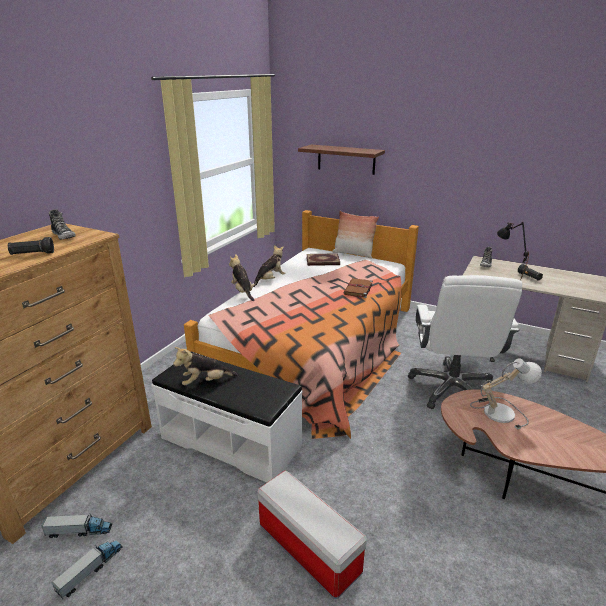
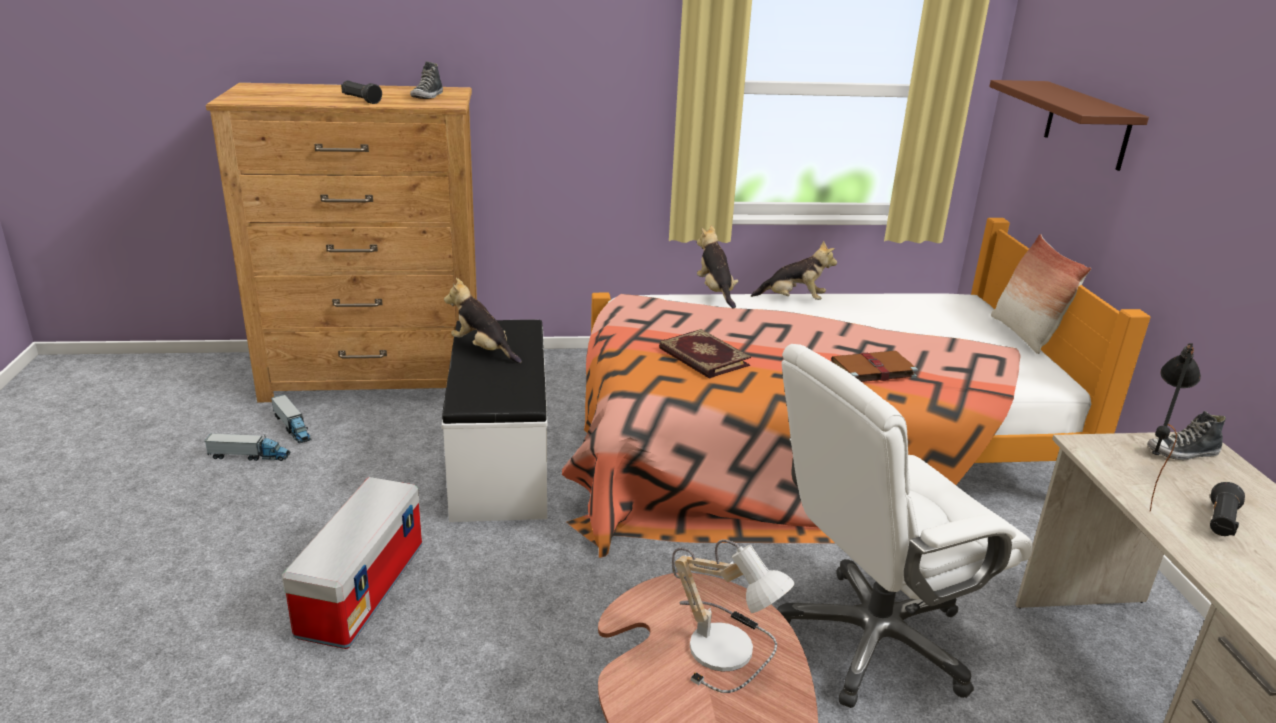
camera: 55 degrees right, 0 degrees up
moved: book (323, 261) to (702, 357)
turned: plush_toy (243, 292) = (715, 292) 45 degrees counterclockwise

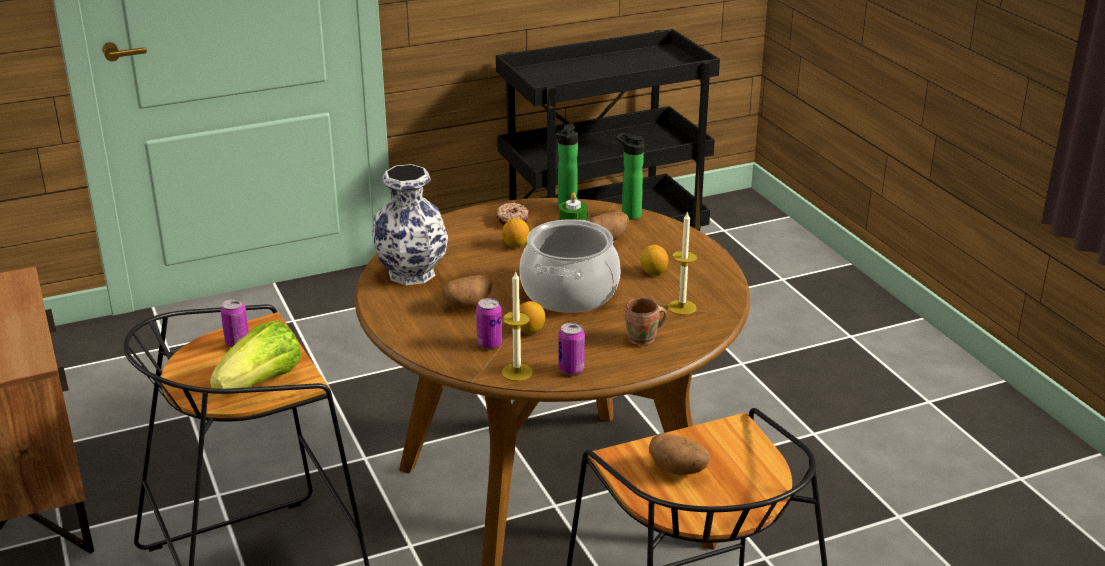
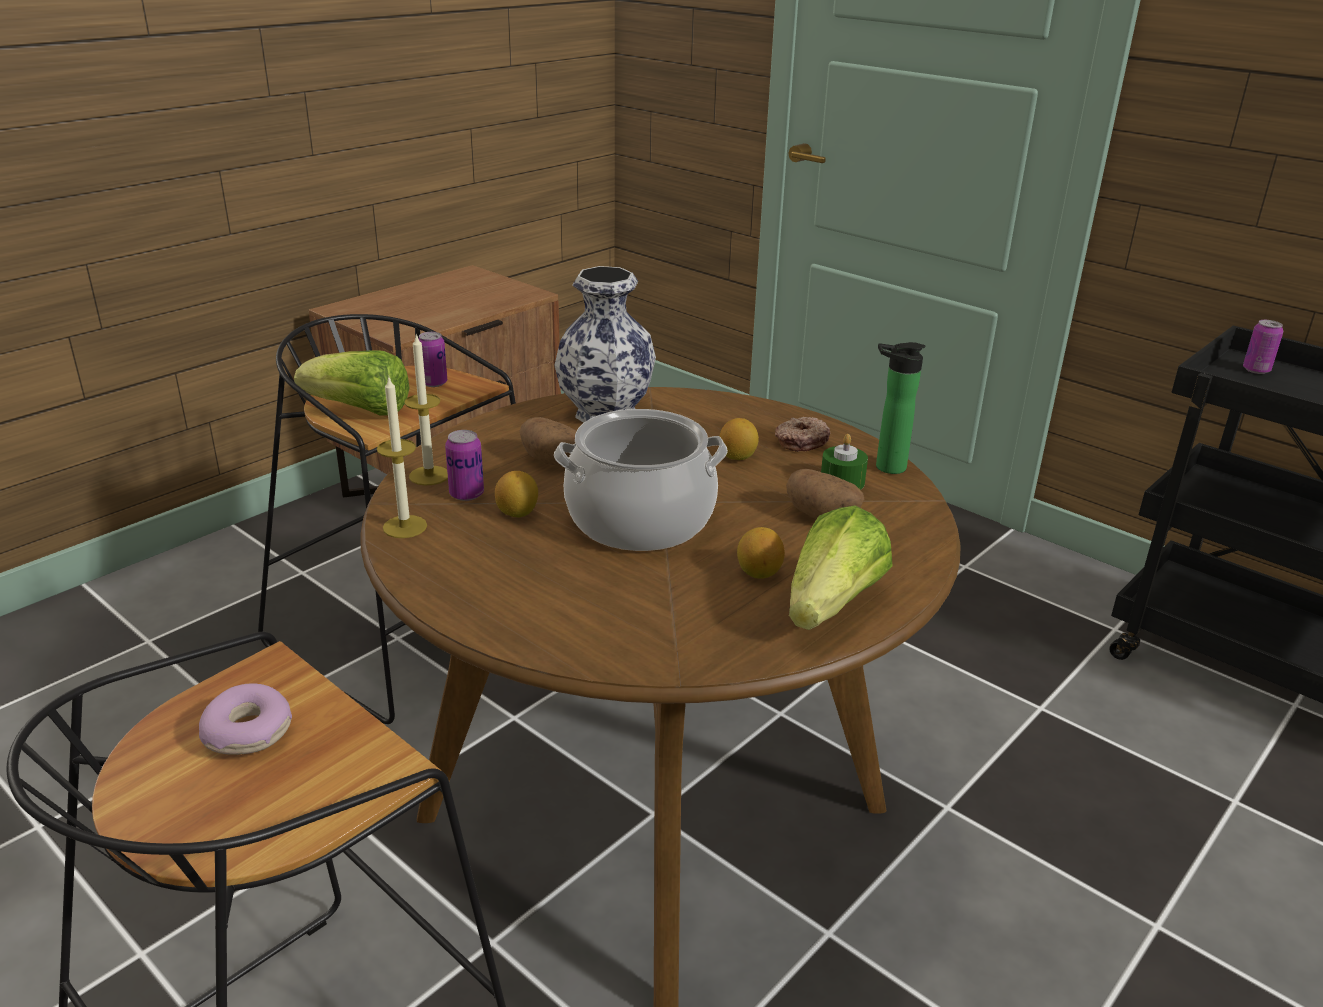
camera: 65 degrees right, 0 degrees up
removed: bottle (628, 214); brown_mug (643, 340)
added: lettuce (832, 605)
moved: can (571, 369) to (1256, 370); candle (682, 307) to (429, 475)
replaced: potato (678, 470) to donut (249, 732)

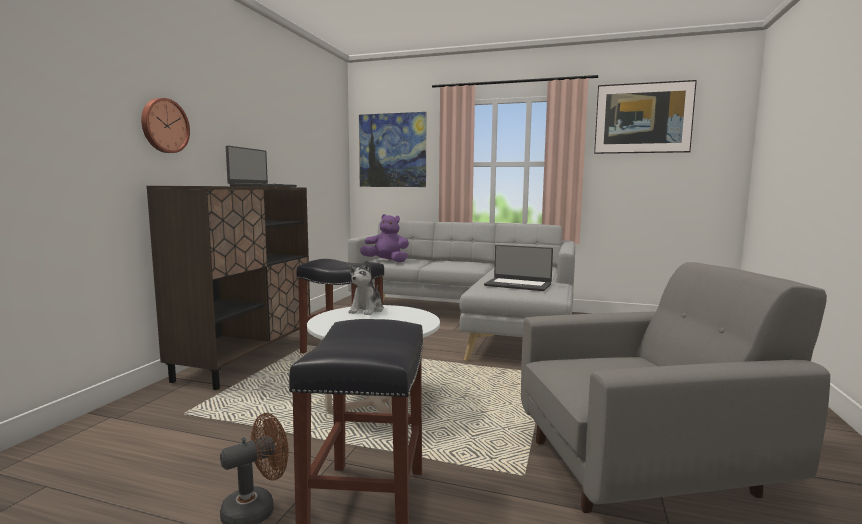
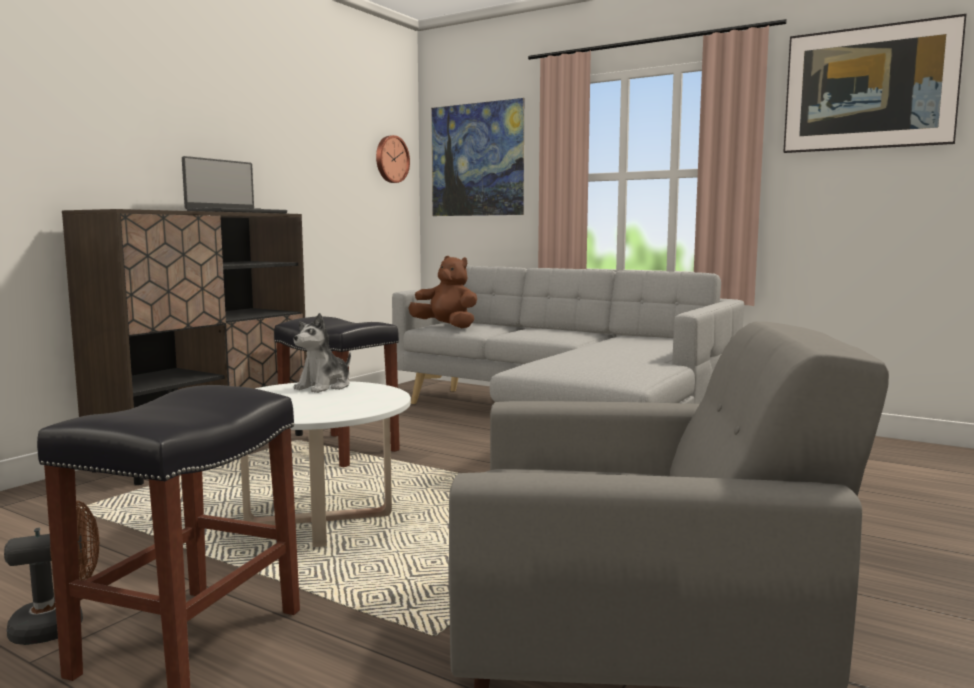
camera: 15 degrees right, 0 degrees up
removed: laptop (518, 285)
moved: wall_clock (164, 126) to (391, 159)
recoloured: purple_plush_toy (386, 261) to brown_plush_toy (446, 327)

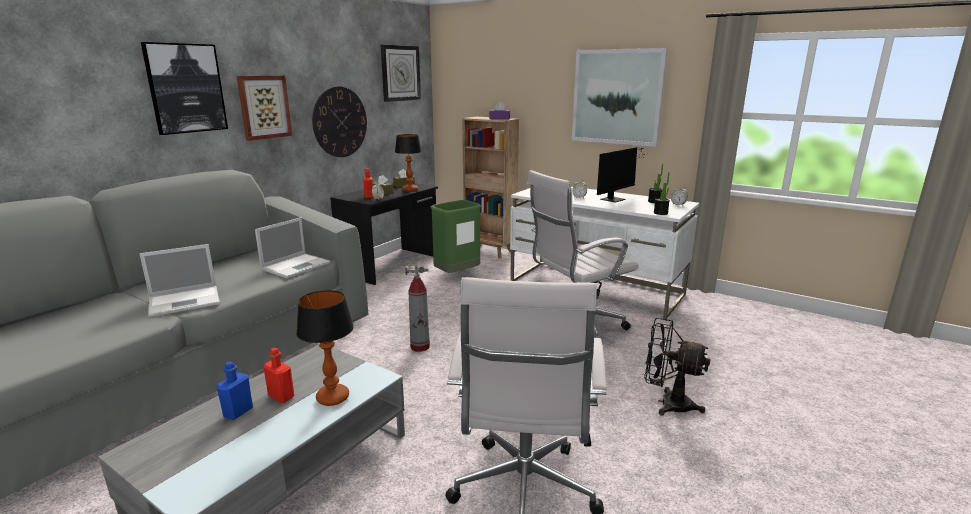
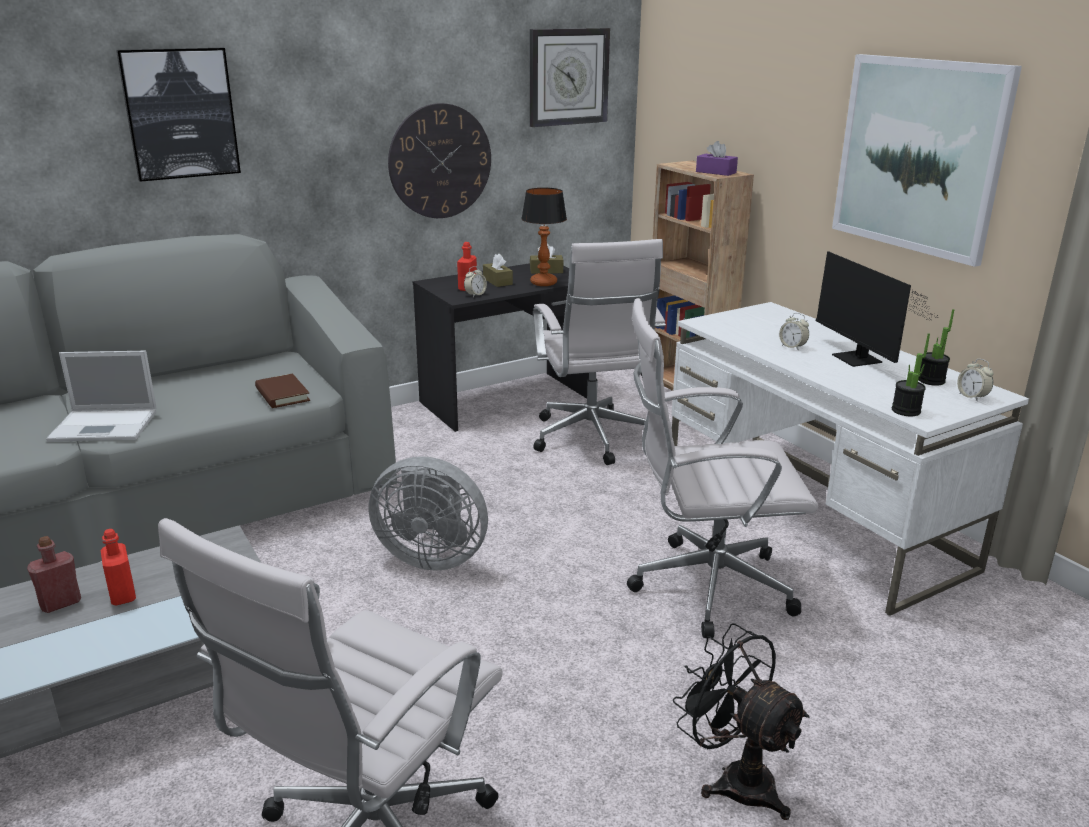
camera: 25 degrees right, 5 degrees up
removed: picture (264, 107); table_lamp (333, 398)
replaced: laptop (297, 265) to brown_book (282, 394); fire_extinguisher (420, 347) to grey_fan (432, 556); green_trash_can (457, 275) to white_office_chair (592, 440)
recoloured: blue_bottle (238, 412) to red_bottle (60, 603)
turned: monitor (615, 199) = (859, 361) 90 degrees clockwise

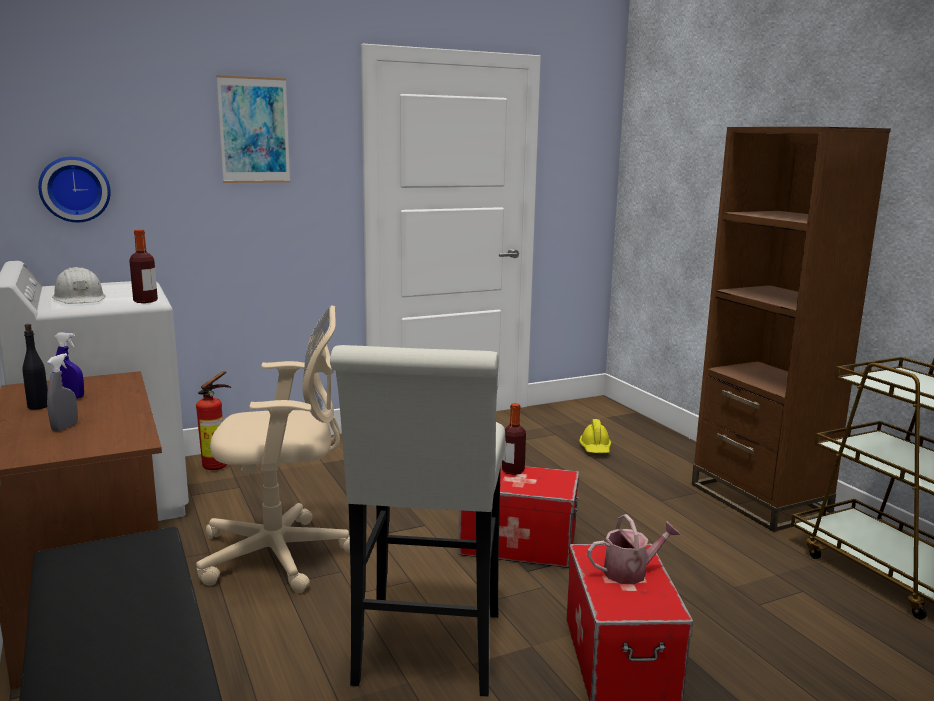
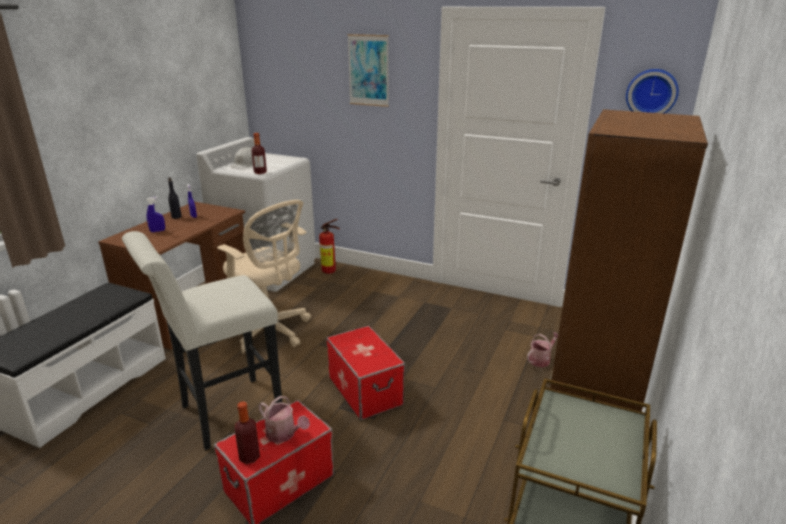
camera: 50 degrees right, 10 degrees up
moved: wall_clock (75, 189) to (651, 93); bottle (513, 471) to (249, 457)
replaced: yellow_hard_hat (595, 448) to watering_can (541, 359)
recoloured: grey_spray_bottle (65, 427) to blue_spray_bottle (157, 231)

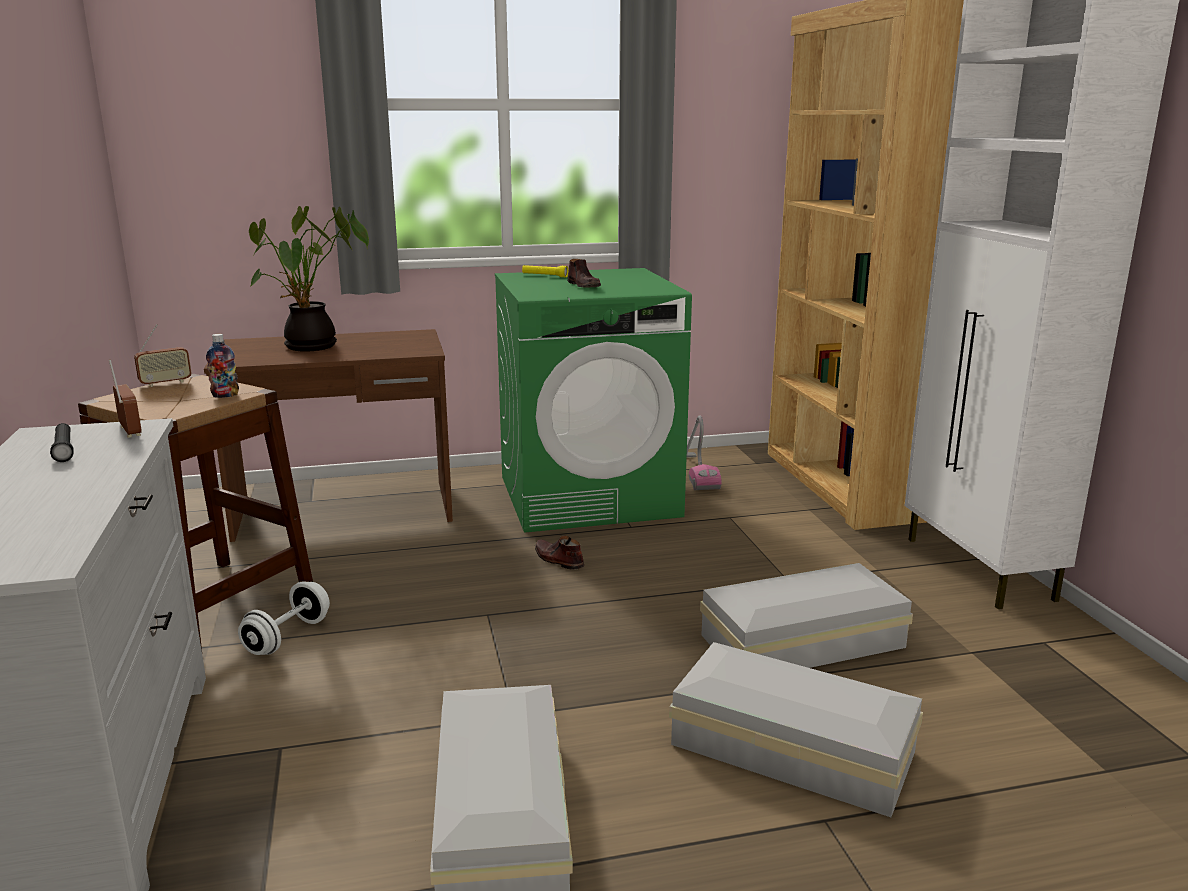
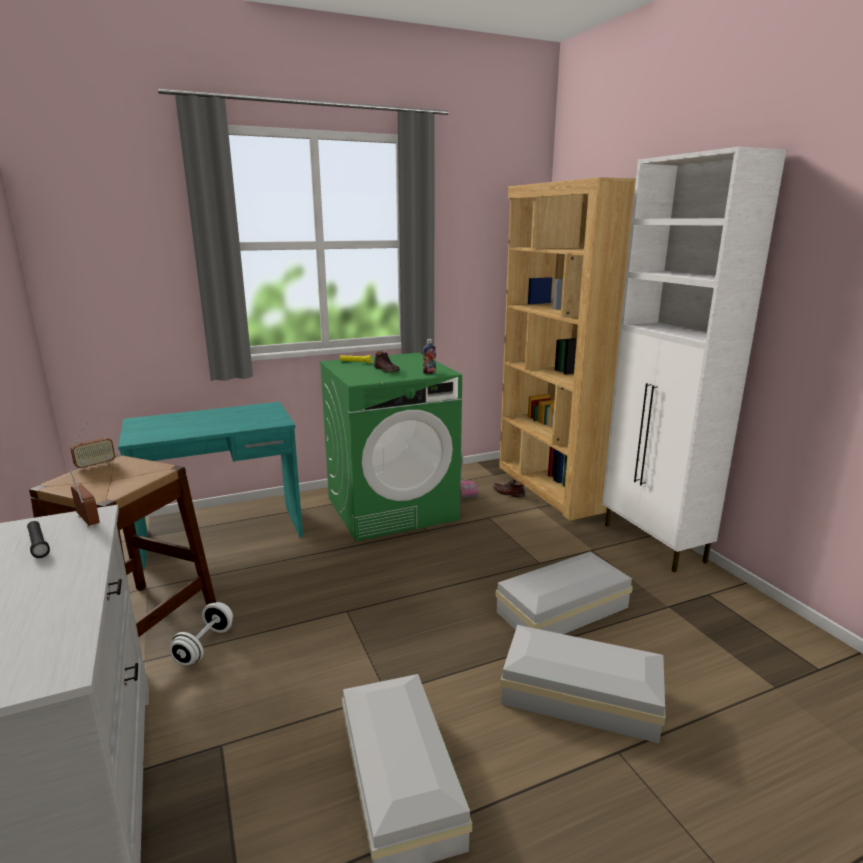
camera: 10 degrees left, 0 degrees up
removed: potted_plant (312, 347)
moved: bottle (225, 395) to (429, 373); brown_shoe (558, 560) to (508, 493)
recoloured: brown_desk (345, 510) to turquoise_desk (223, 534)

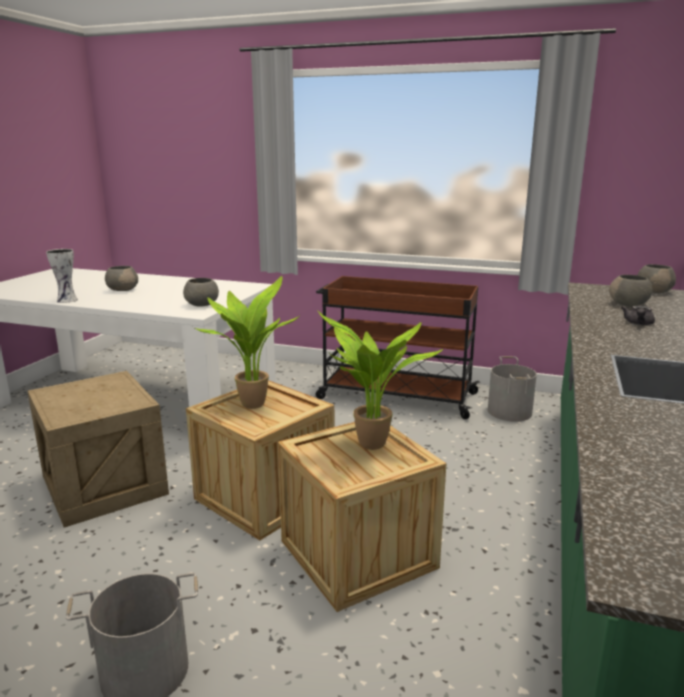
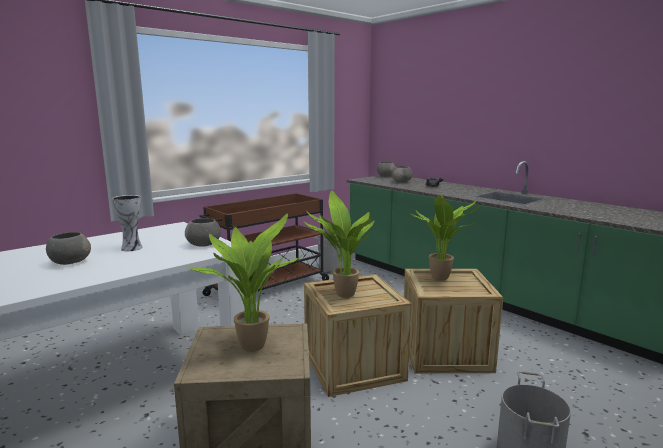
camera: 60 degrees left, 5 degrees down
added: potted_plant (251, 345)
moved: vase (68, 300) to (132, 248)

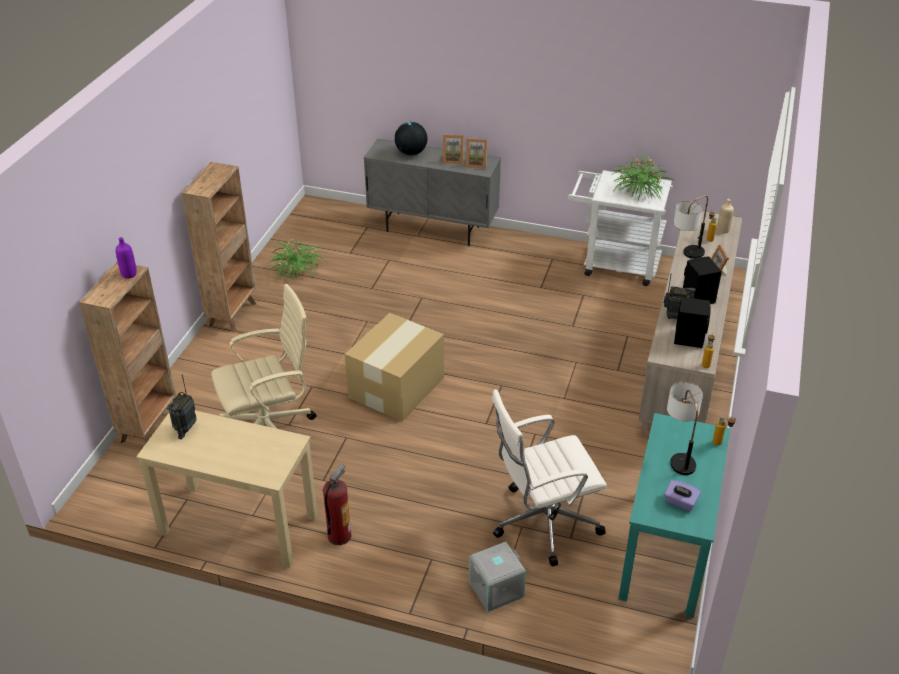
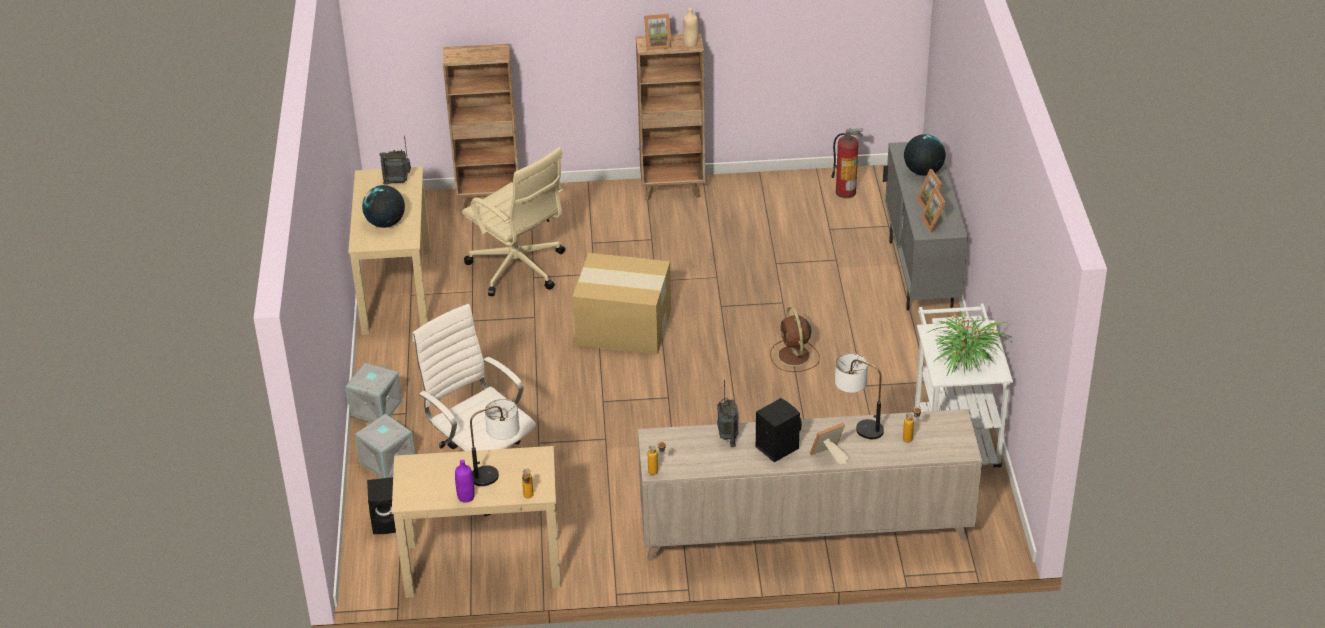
camera: 70 degrees right, 0 degrees up
removed: potted_plant (296, 271); purple_tissue_box (680, 502)
added: grey_storage_box (375, 407); globe (385, 223); picture_frame (657, 44); brown_fan (794, 356)
moved: purple_bottle (129, 274) to (466, 497); fire_extinguisher (339, 535) to (846, 192); black_speaker (689, 337) to (388, 522); beige_bottle (722, 230) to (690, 43)
recoloured: turquoise_desk (666, 551) to beige_desk (482, 565)

